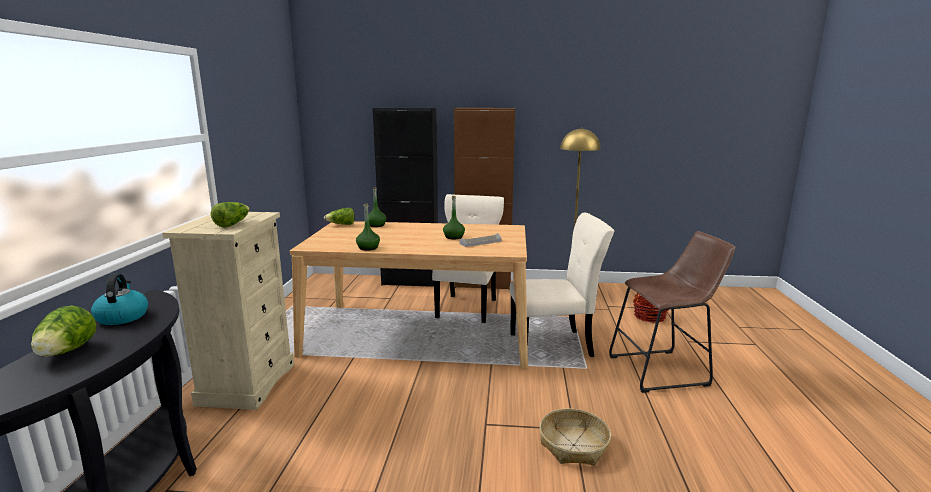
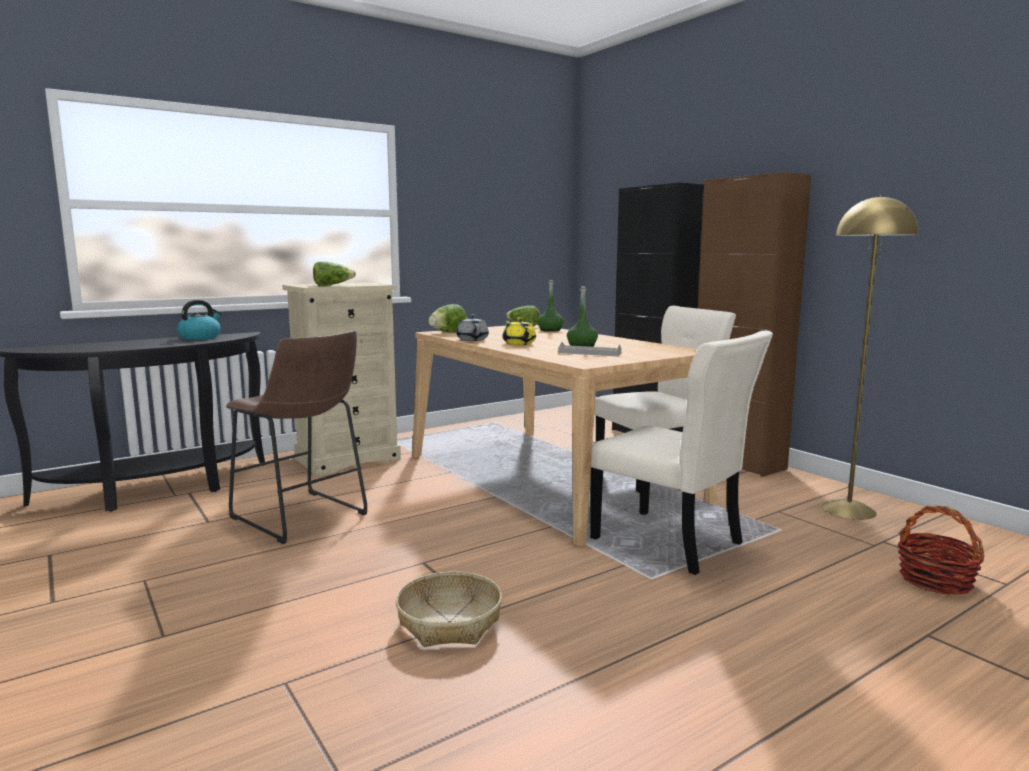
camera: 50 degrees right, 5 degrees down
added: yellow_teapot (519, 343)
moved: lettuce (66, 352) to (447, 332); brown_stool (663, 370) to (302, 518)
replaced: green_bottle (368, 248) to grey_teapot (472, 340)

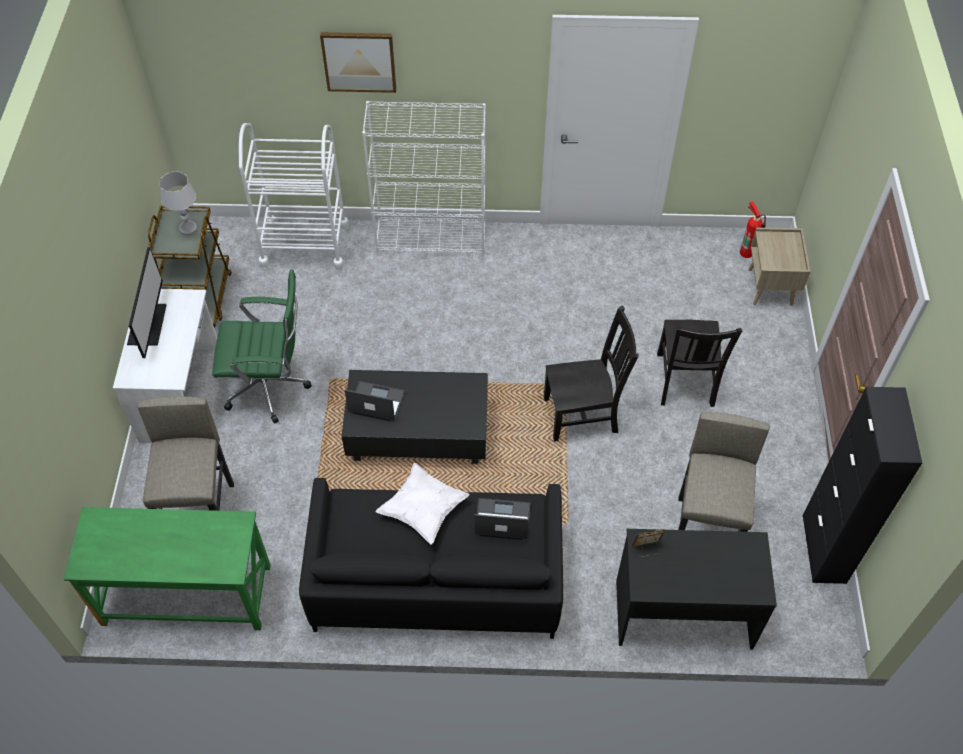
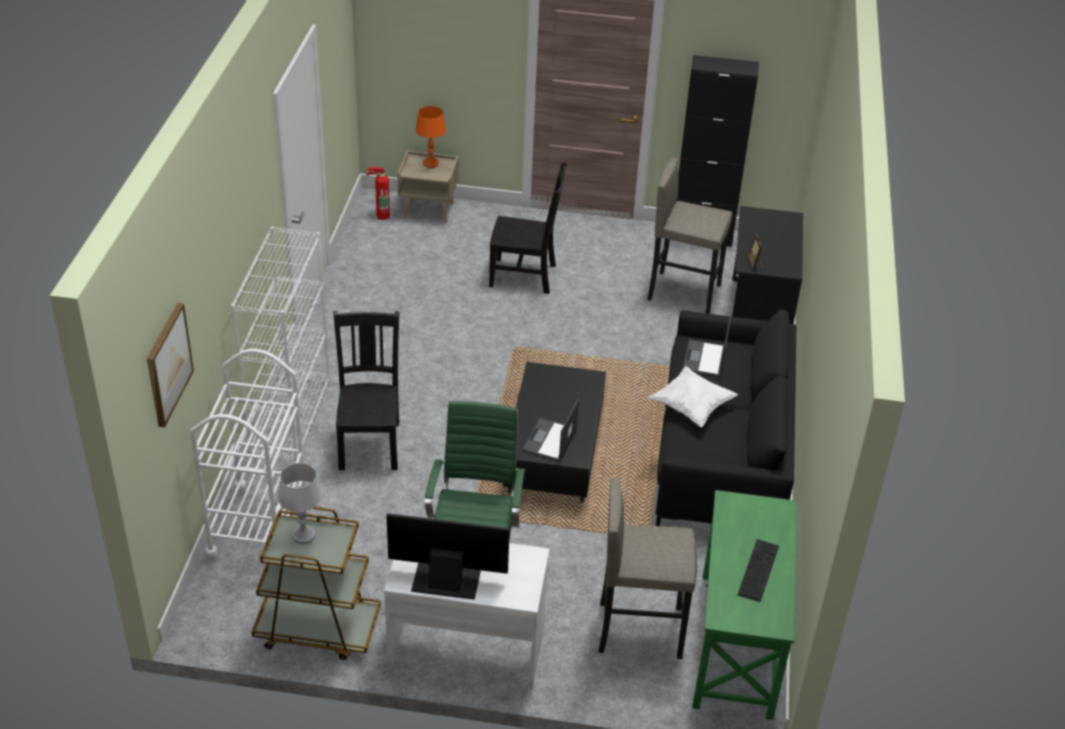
camera: 85 degrees left, 15 degrees down
added: orange_table_lamp (431, 163); keyboard (758, 570)
moved: picture (359, 61) to (168, 364); black_chair (583, 414) to (370, 443)

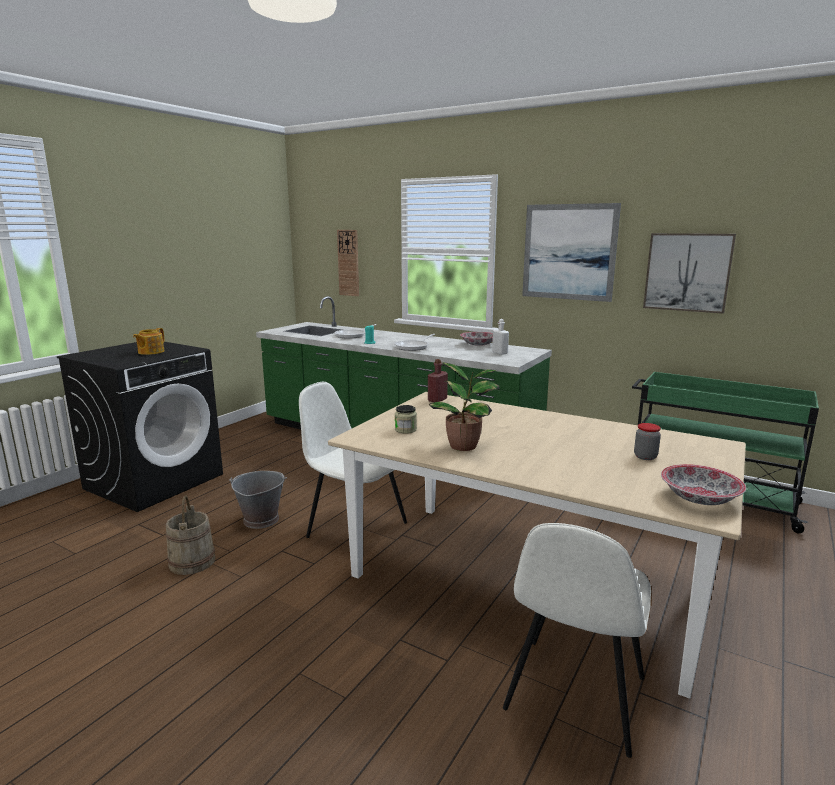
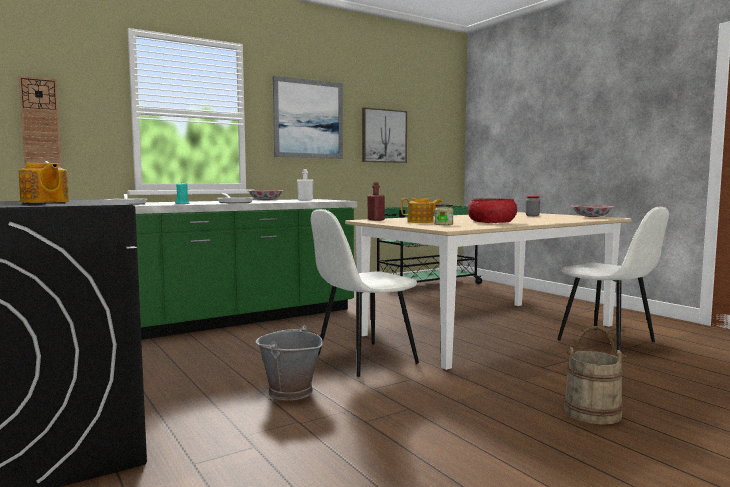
camera: 65 degrees left, 10 degrees down
added: teapot (421, 222)
moved: beige_bucket (192, 562) to (592, 412)
replaced: potted_plant (465, 446) to red_bowl (491, 222)

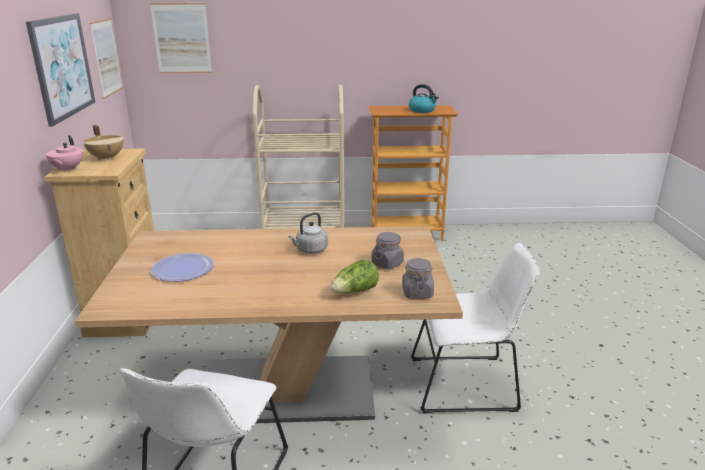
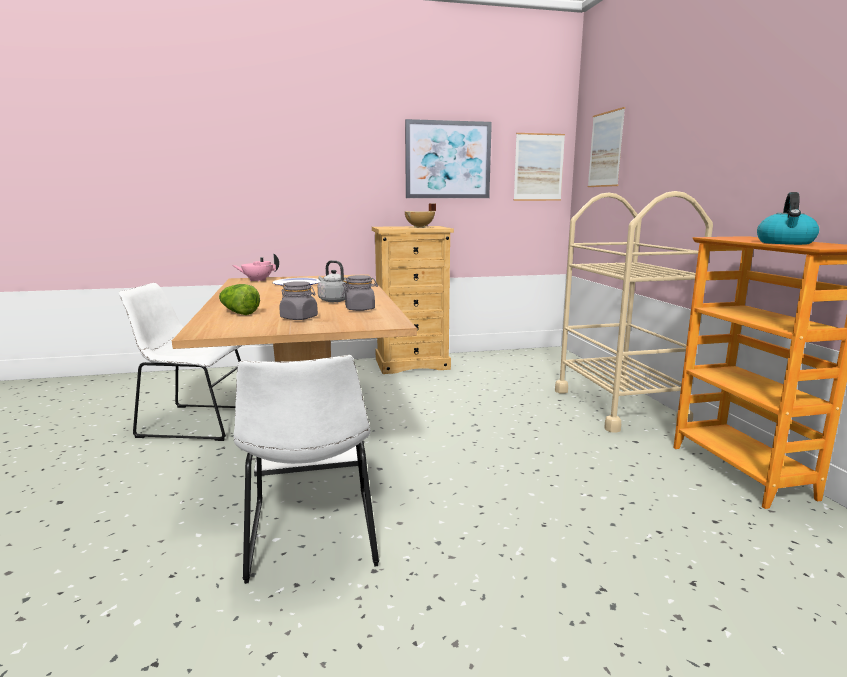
camera: 80 degrees right, 10 degrees down
moved: pink_teapot (67, 169) to (257, 280); grey_jar (417, 293) to (360, 309)

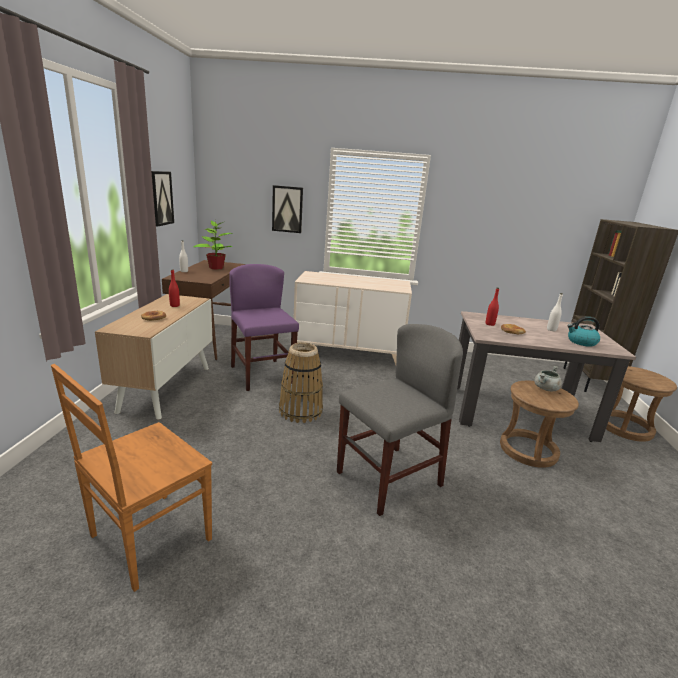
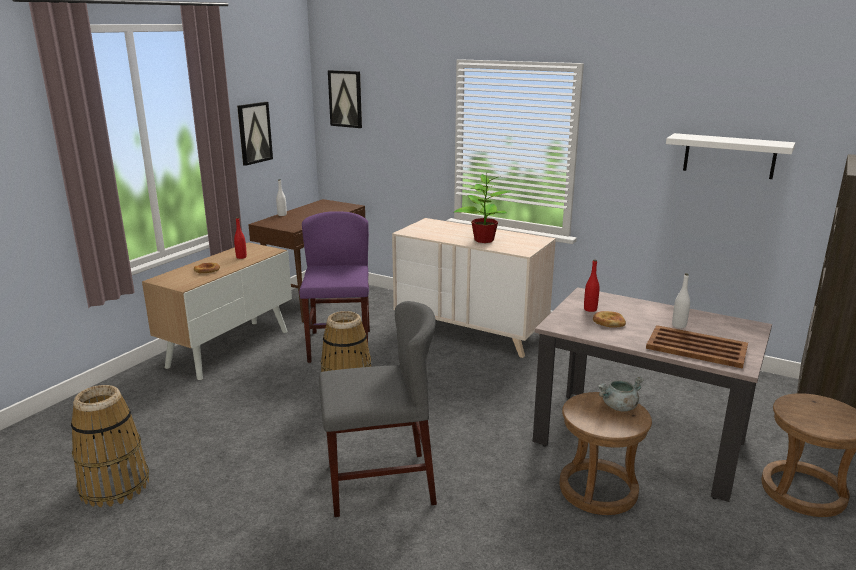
camera: 25 degrees right, 0 degrees up
added: white_shelf (729, 156)
moved: potted_plant (216, 268) to (483, 240); picture (287, 209) to (345, 99)
replaced: brown_chair (148, 539) to basket (114, 485); kettle (581, 342) to brown_tray (697, 348)

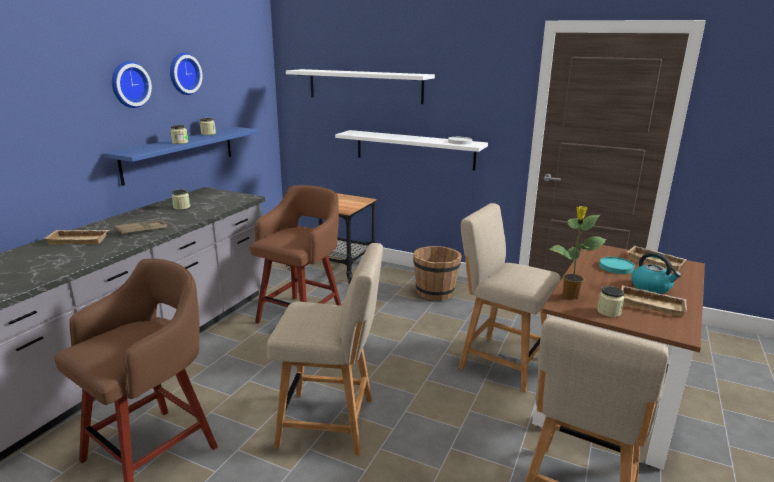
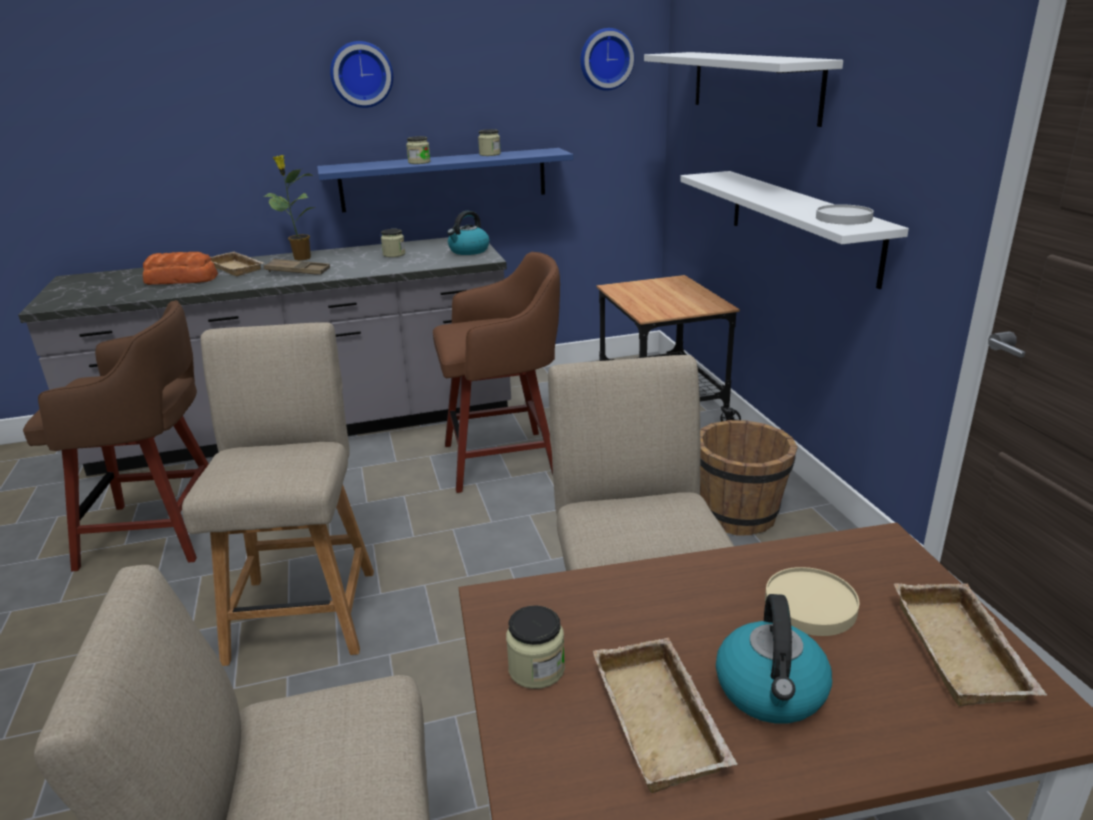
camera: 50 degrees right, 5 degrees up
added: bread (182, 280); kettle (468, 251)
moved: wall_clock (183, 73) to (605, 59); potted_plant (570, 296) to (301, 258)
recoloured: turquoise_plate (616, 267) to beige_plate (809, 605)
turned: beige_chair (332, 422) = (304, 609) 150 degrees counterclockwise

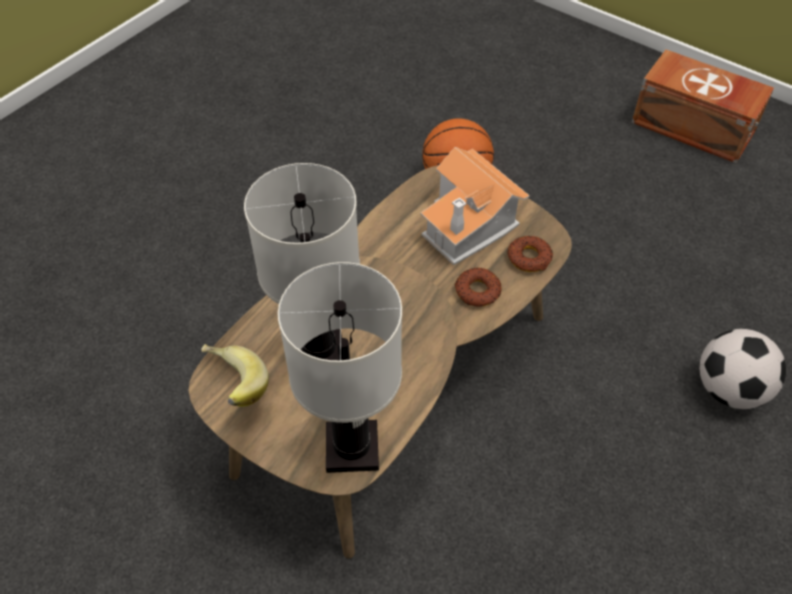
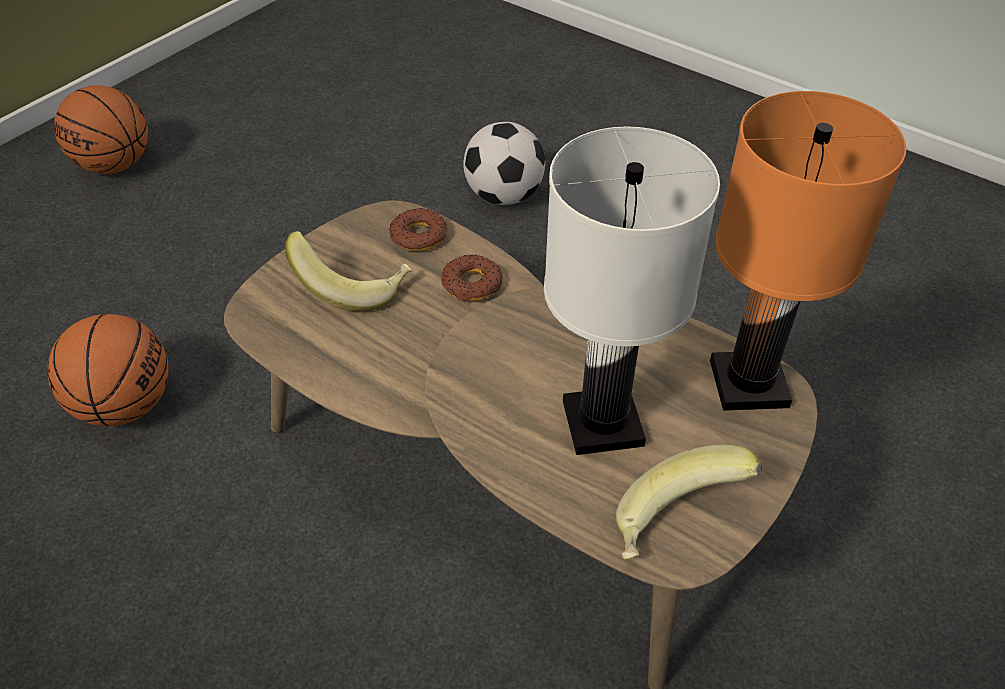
camera: 90 degrees left, 5 degrees down
replaced: toy_house (469, 225) to banana (353, 287); brown_storage_box (693, 128) to basketball (115, 165)
recoloured: white_table_lamp (351, 449) to orange_table_lamp (750, 384)

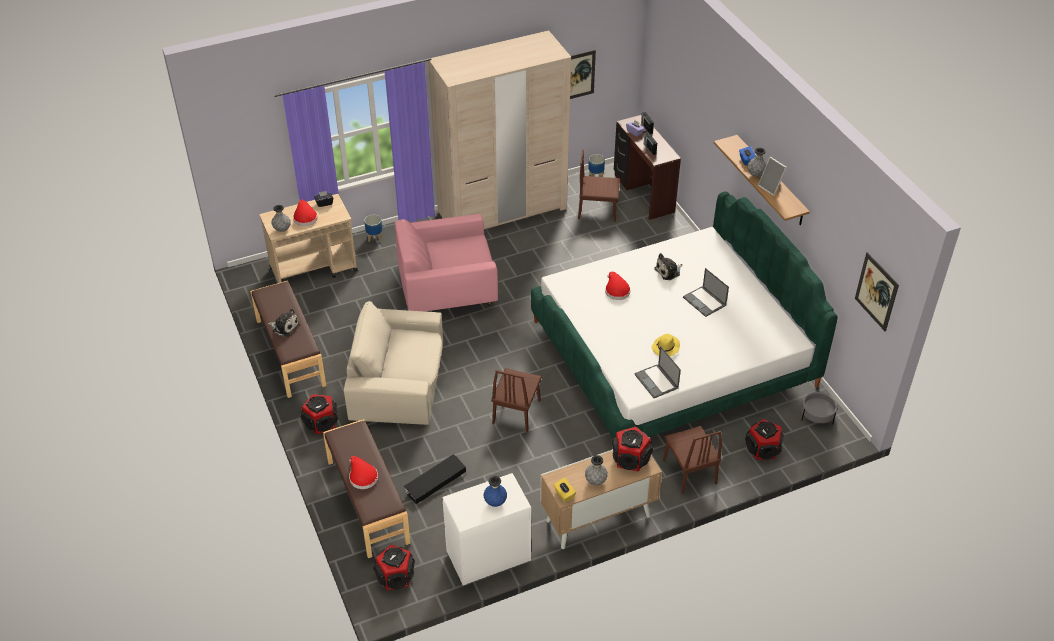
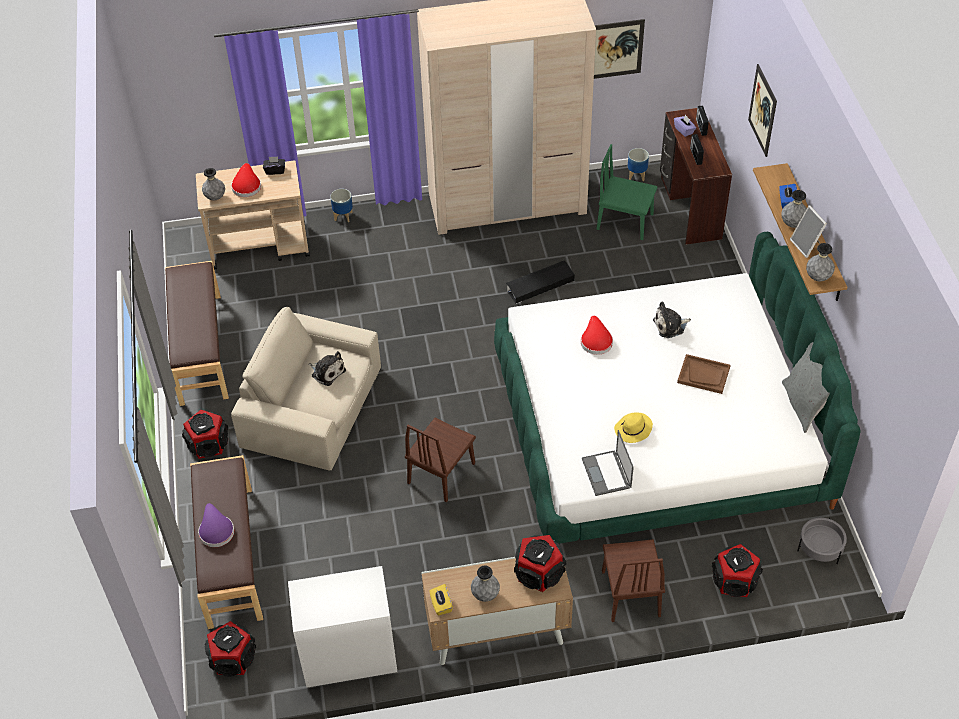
camera: 15 degrees right, 5 degrees up
removed: pink_armchair (447, 291); blue_vase (495, 502)
added: grey_pillow (804, 405); grey_vase (818, 277)
moved: plush_toy (284, 327) to (327, 372); black_storage_box (434, 482) to (539, 285); picture (876, 291) to (762, 110)
replaced: laptop (705, 301) to brown_tray (703, 375)
recoloured: red_hat (362, 476) to purple_hat (216, 530); brown_chair (598, 210) to green_chair (625, 221)

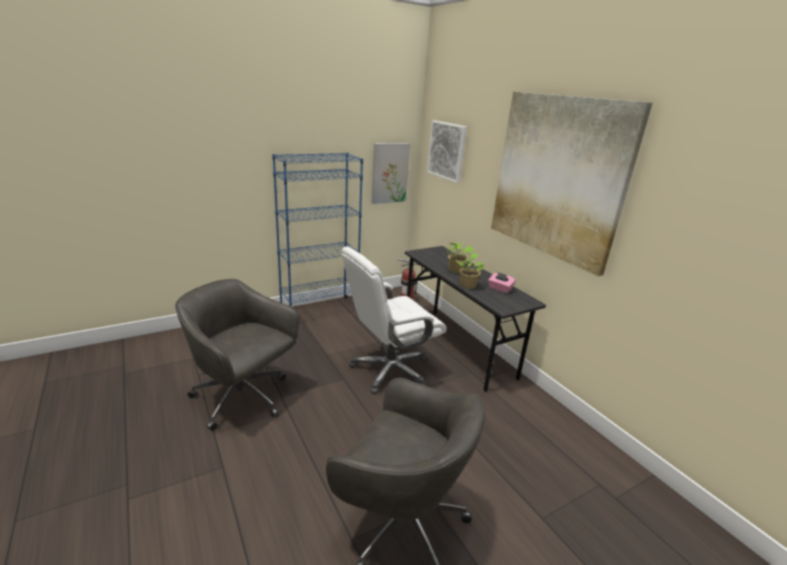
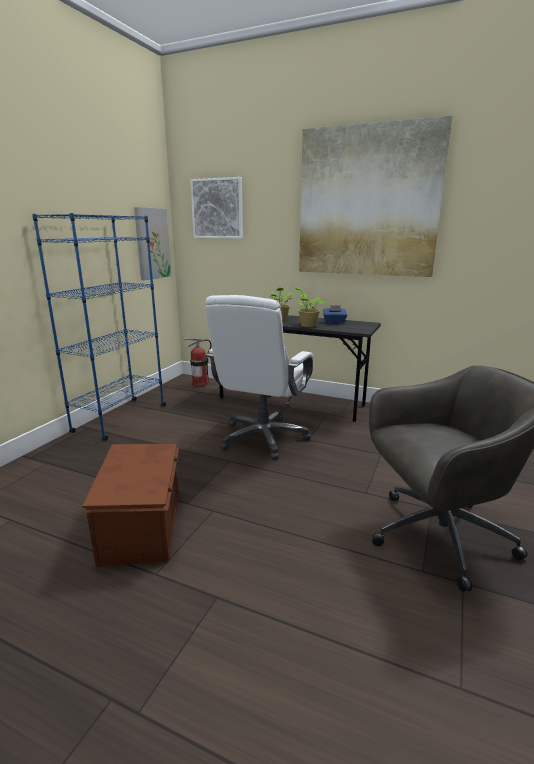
camera: 35 degrees left, 5 degrees down
replaced: grey_office_chair (243, 398) to brown_storage_box (144, 525)
recoloured: pink_tissue_box (500, 289) to blue_tissue_box (334, 322)

